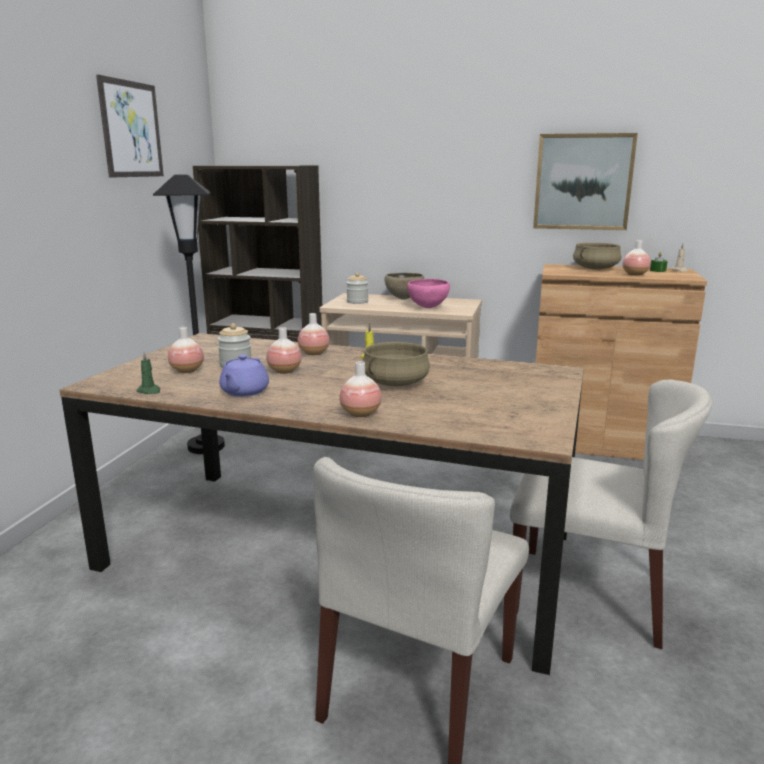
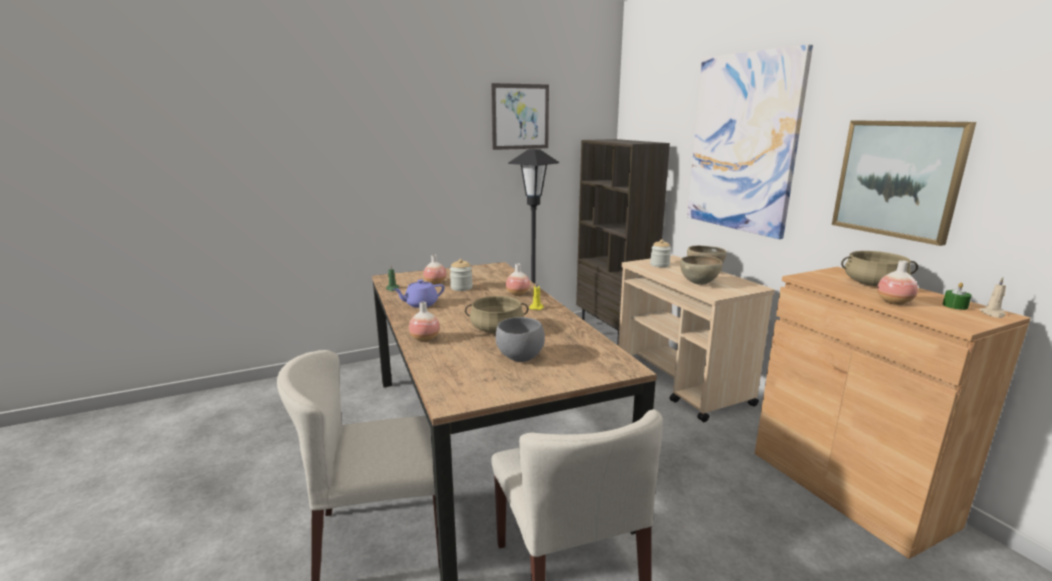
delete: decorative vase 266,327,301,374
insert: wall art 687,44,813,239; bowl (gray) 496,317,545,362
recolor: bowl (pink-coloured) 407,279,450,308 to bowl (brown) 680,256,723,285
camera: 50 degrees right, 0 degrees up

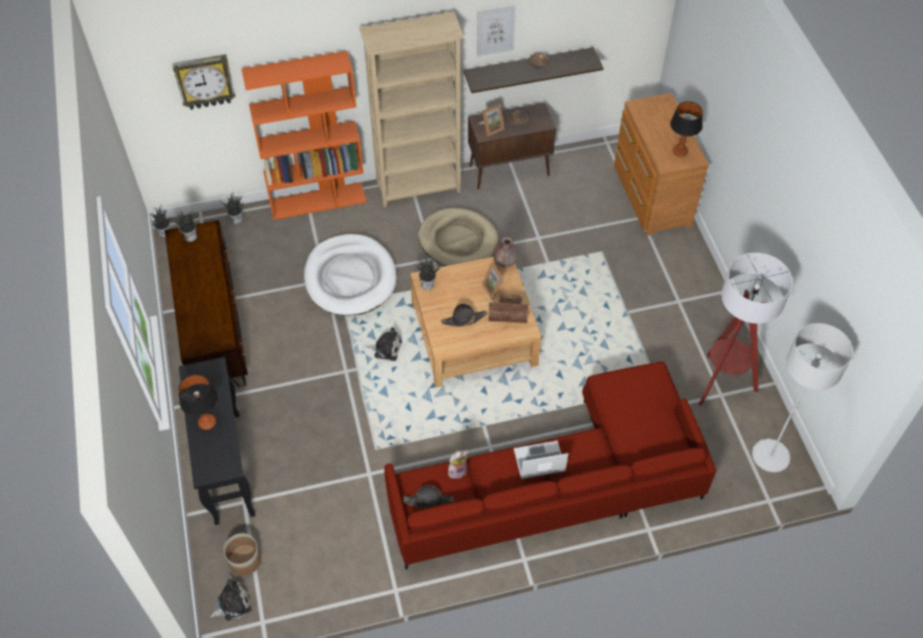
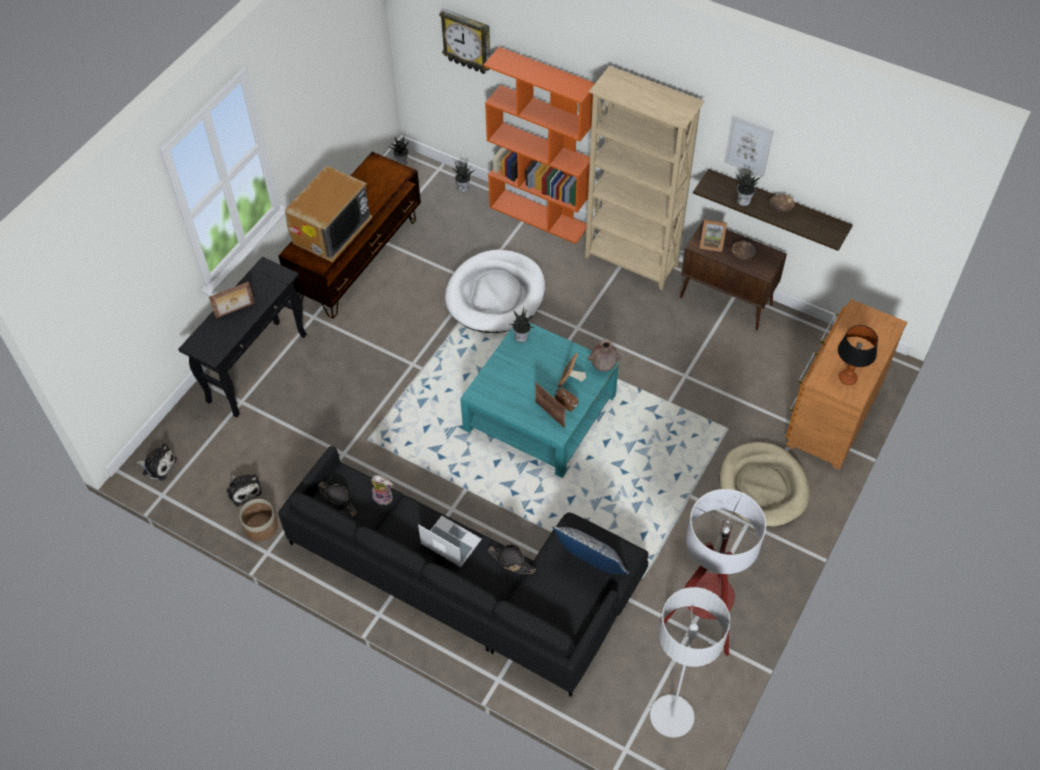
insert: television 285,166,372,262; pillow 552,526,629,575
move: pet bed (beige) 418,208,499,266 to 719,442,810,527; houseplant 171,209,197,242 to 735,170,761,206; clothing hat (blackish) 441,303,487,326 to 488,544,536,574; cuddly toy 366,327,402,361 to 226,474,262,507; planter 224,533,261,575 to 240,499,278,541
replace: table lamp 178,375,218,430 to photo frame 209,281,255,319
recolor: coffee table (beige) 410,257,541,388 to coffee table (turquoise) 460,323,619,478; settee (red-coloured) 384,361,716,569 to settee (blackish) 278,446,648,697
camera: 45 degrees right, 0 degrees up

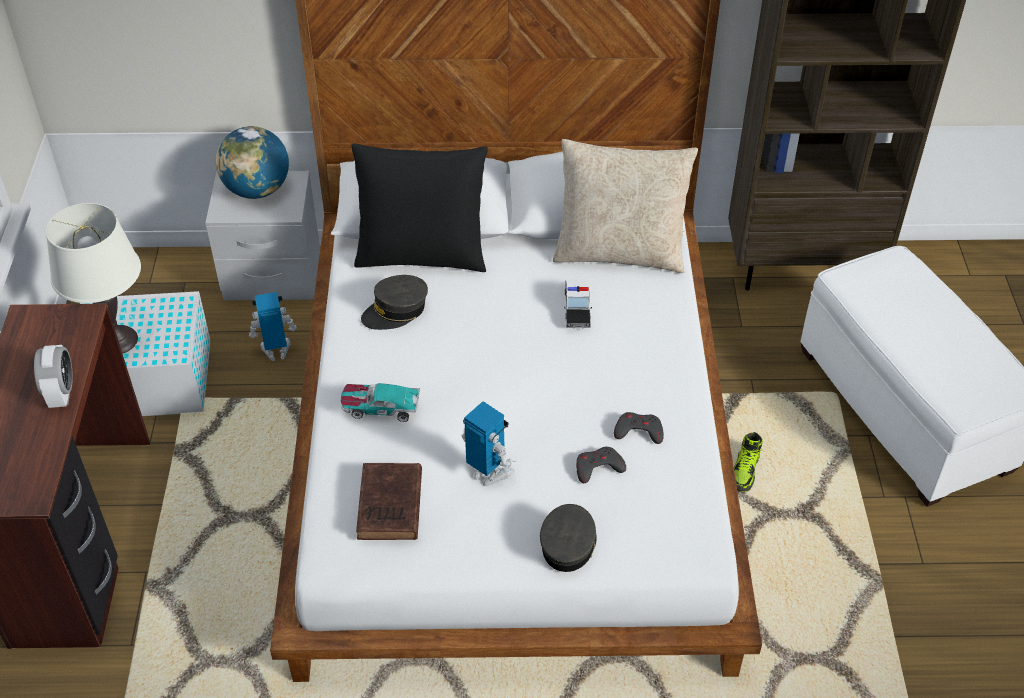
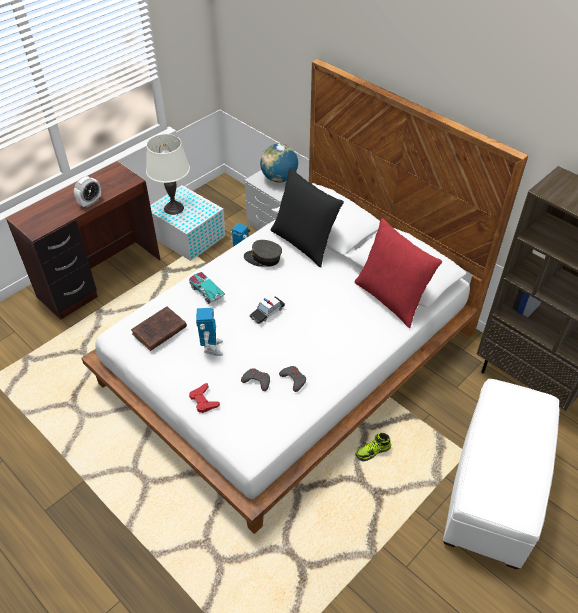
move: model car 564,279,592,329 to 249,294,285,325
replace: cap (gray) 540,504,596,572 to gamepad (red-coloured) 189,383,220,413
recolor: pillow (beige) 553,139,698,273 to pillow (red-coloured) 355,218,442,328
camera: 45 degrees right, 0 degrees up

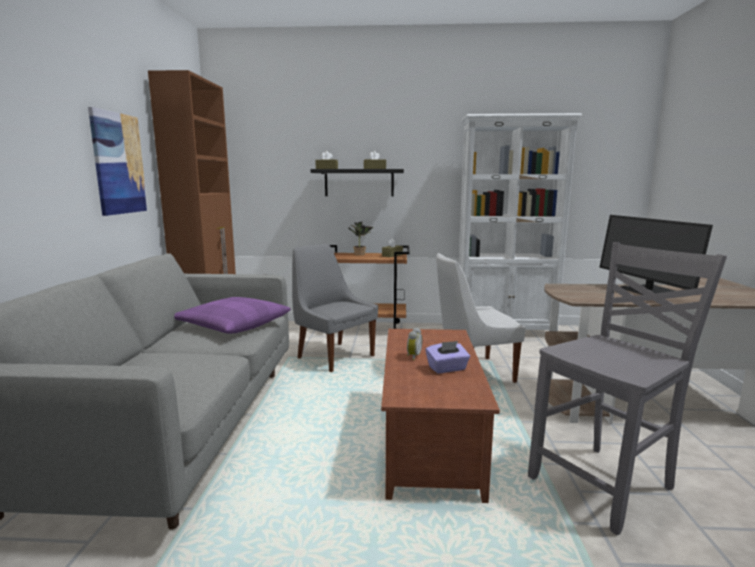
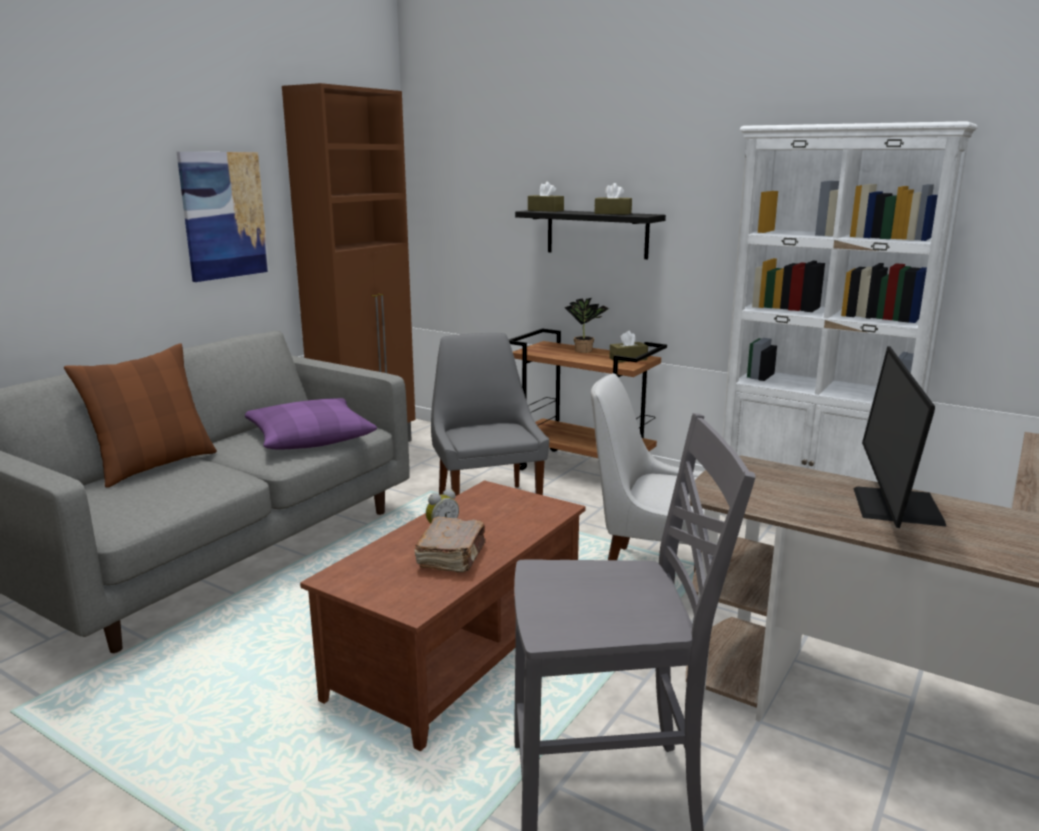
insert: pillow (brown) 64,343,217,488
replace: box of tissues (purplish) 426,341,470,374 to bound book (brown) 414,517,486,573
camera: 30 degrees right, 5 degrees up

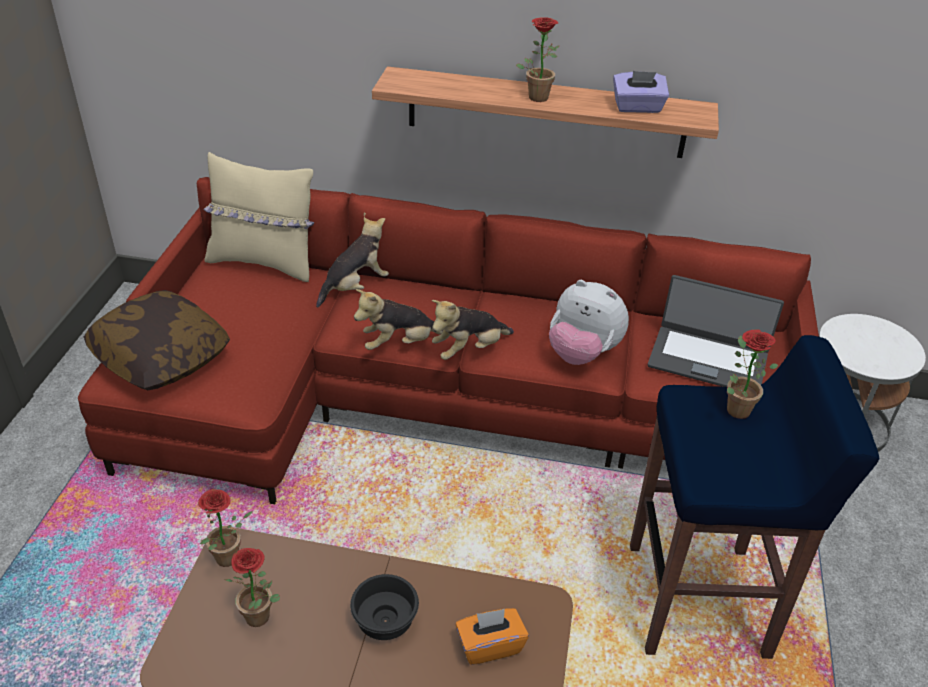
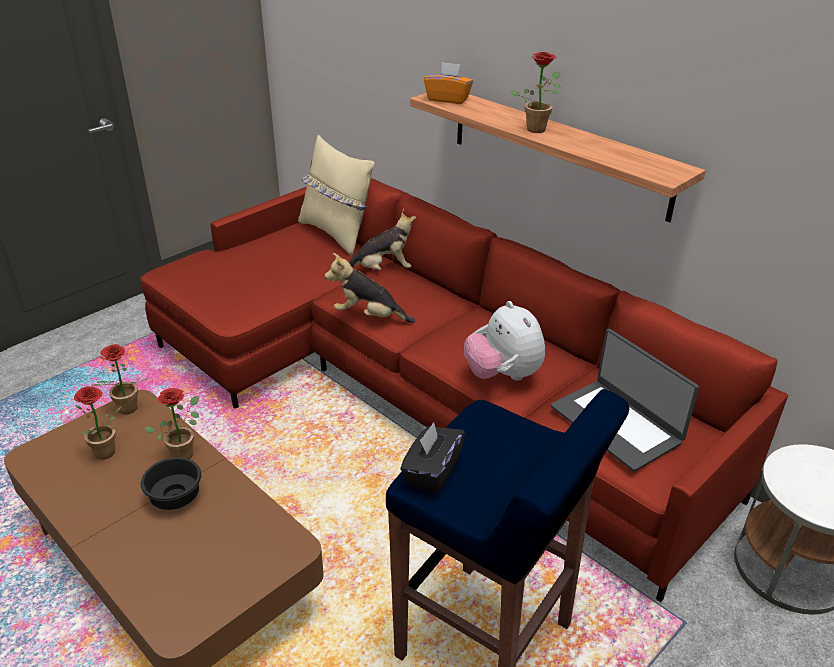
delete: box of tissues (purplish) 613,71,669,113; pillow 84,290,230,390; cuddly toy 432,300,514,360
insert: box of tissues (blackish) 400,422,465,494
move: houseplant 727,329,779,419 to 144,388,199,459; box of tissues (orange-coloured) 456,608,529,665 to 424,62,473,104
camera: 35 degrees right, 5 degrees down

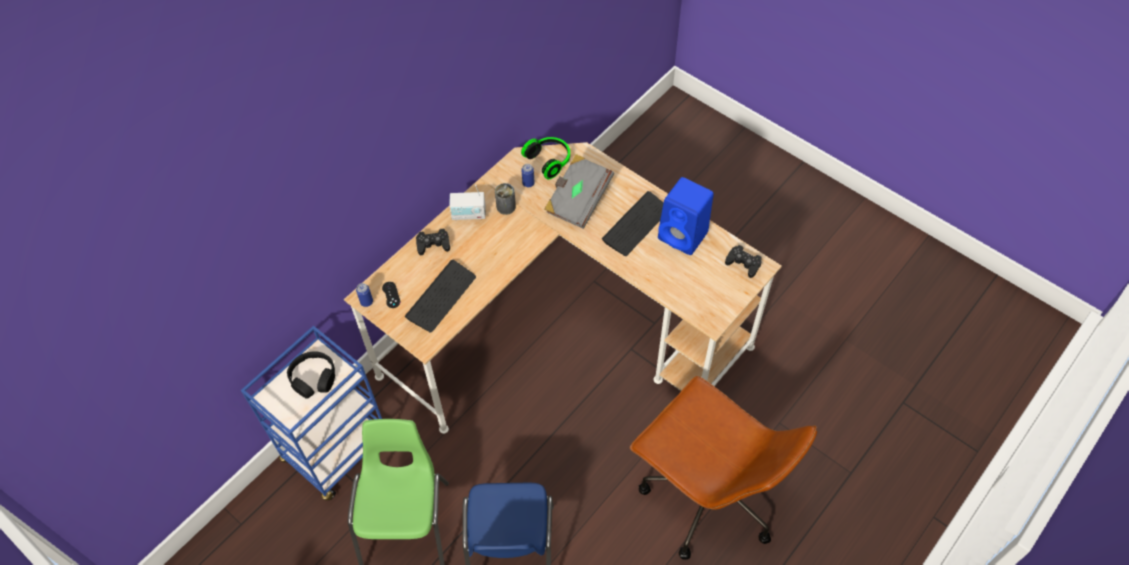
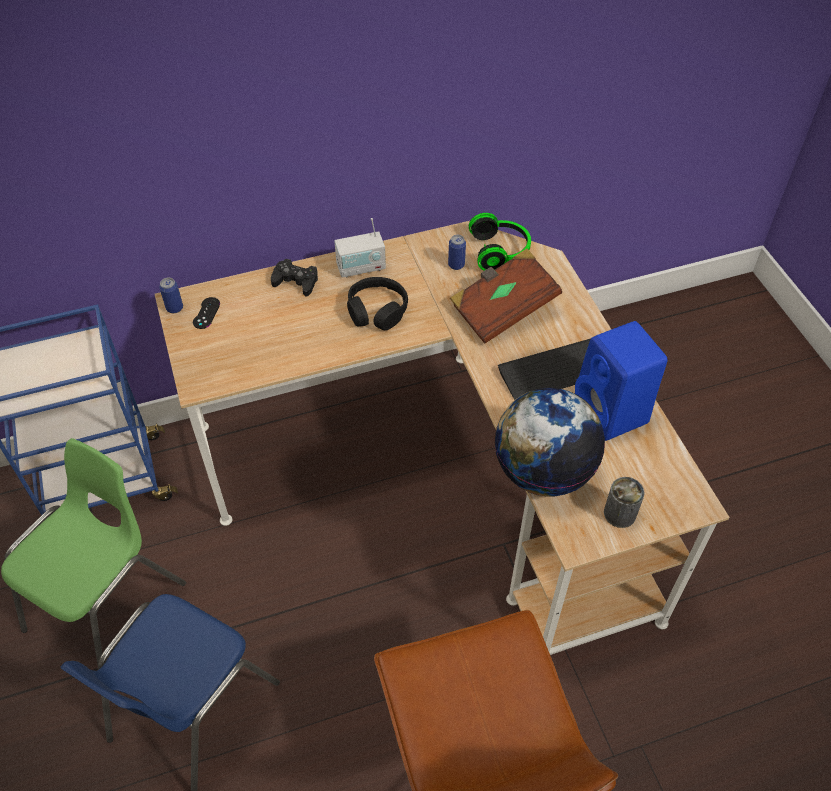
delete: gamepad (blackish) 725,245,762,278; computer keyboard 405,260,476,333
insert: world globe 495,388,605,497
move: sealed can 495,183,516,215 to 604,477,645,528; headphones (blackish) 287,351,335,399 to 347,277,408,330
recolor: bound book (gray) 544,154,614,229 to bound book (brown) 450,248,562,344
rotate: radio receiver 449,185,486,220 = 334,218,386,278 45 degrees counterclockwise
camera: 30 degrees right, 5 degrees down

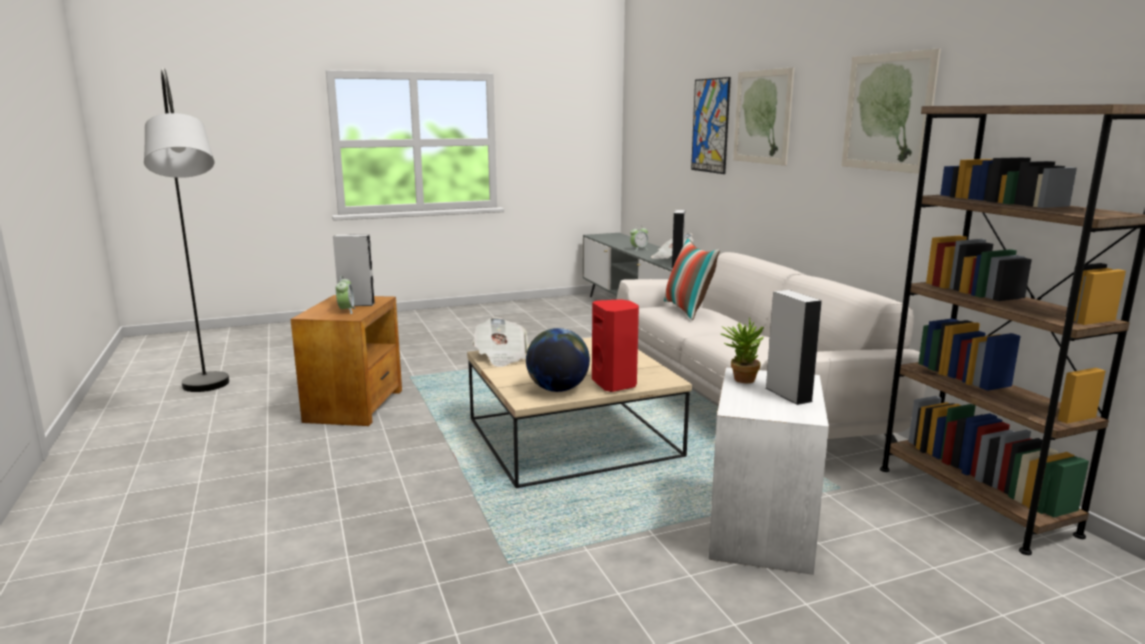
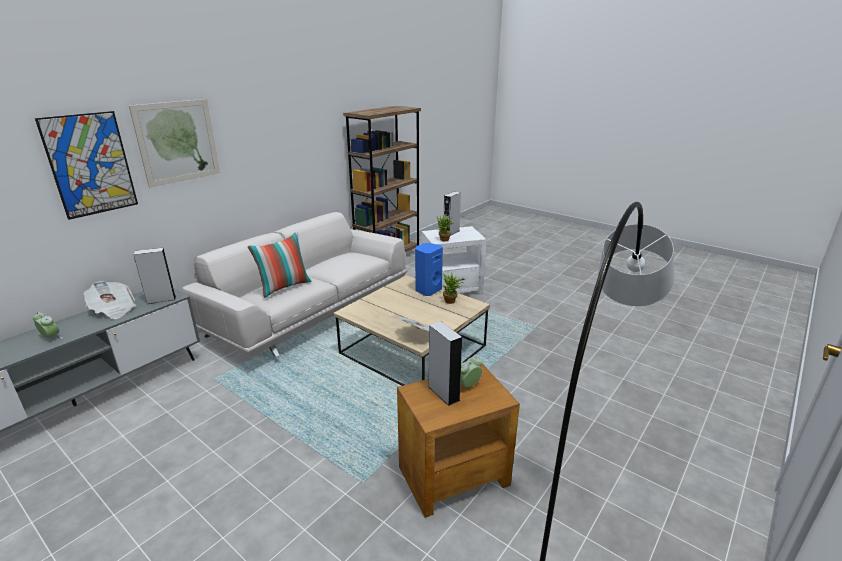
delete: wall art 841,48,941,174
replace: world globe 526,328,590,392 to houseplant 443,272,463,304
recolor: loudspeaker (red-coloured) 592,299,639,392 to loudspeaker (blue-coloured) 415,243,443,296
camera: 120 degrees left, 10 degrees up

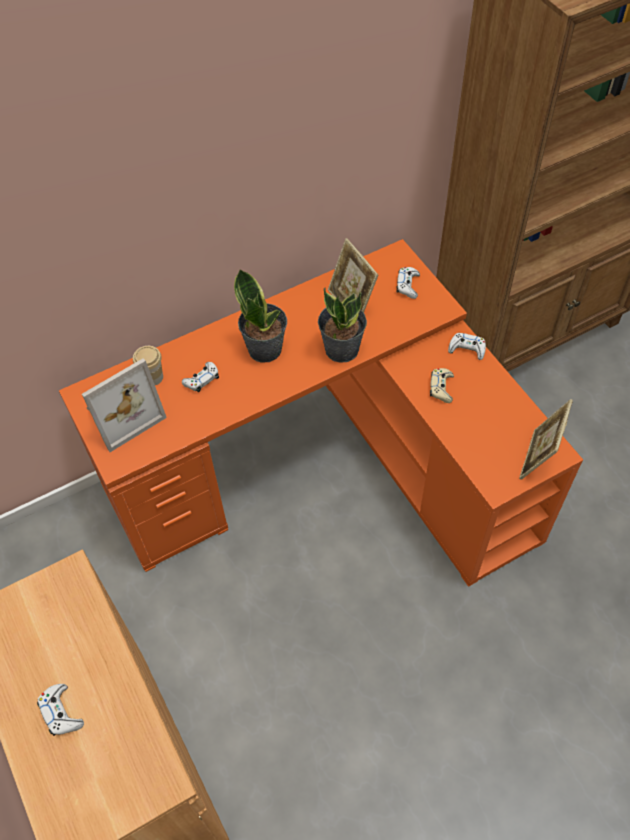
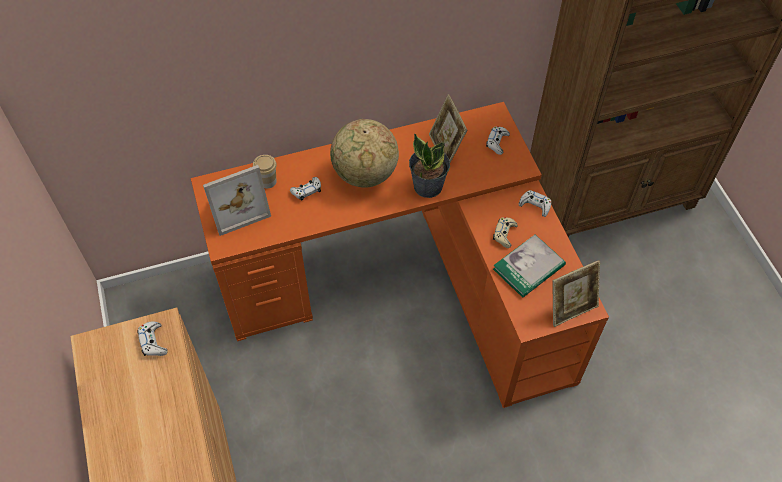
insert: bound book 493,235,566,298
move: gamepad (white) 37,684,84,736 to 137,321,168,356
replace: houseplant 234,269,287,363 to world globe 330,119,399,187
rotate: photo frame 519,399,573,480 = 552,260,600,327 150 degrees counterclockwise
camera: 10 degrees right, 0 degrees up

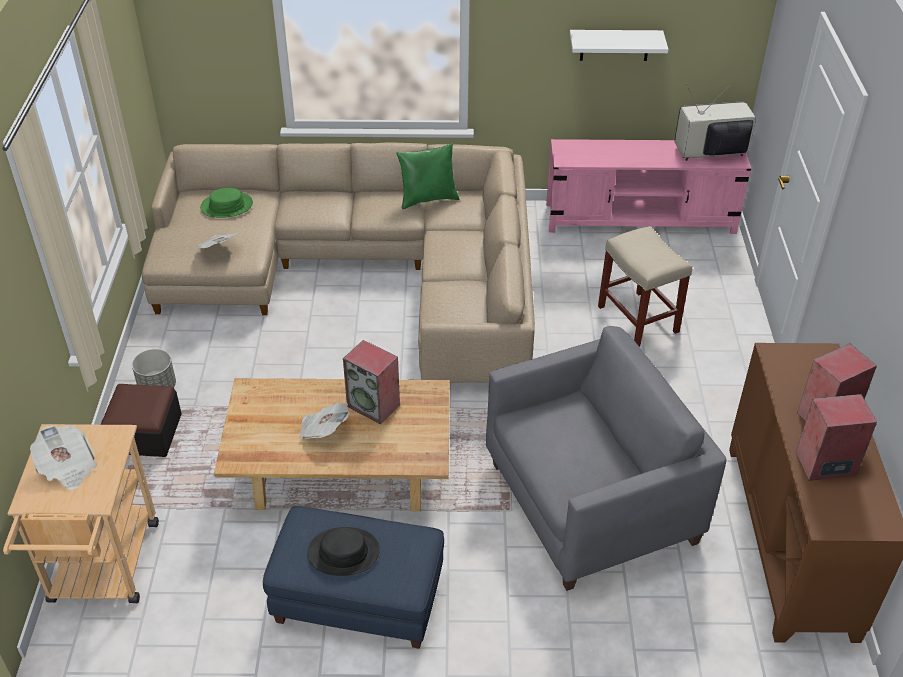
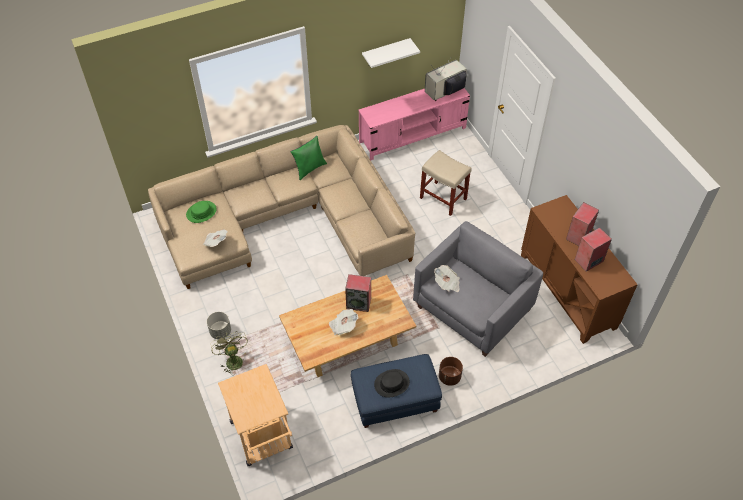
insert: planter (brown) 439,357,463,386
move: printed paper 30,425,97,490 to 434,265,460,292
replace: ottoman 100,384,182,457 to electric fan (green) 210,332,248,375
camera: 25 degrees left, 10 degrees up

